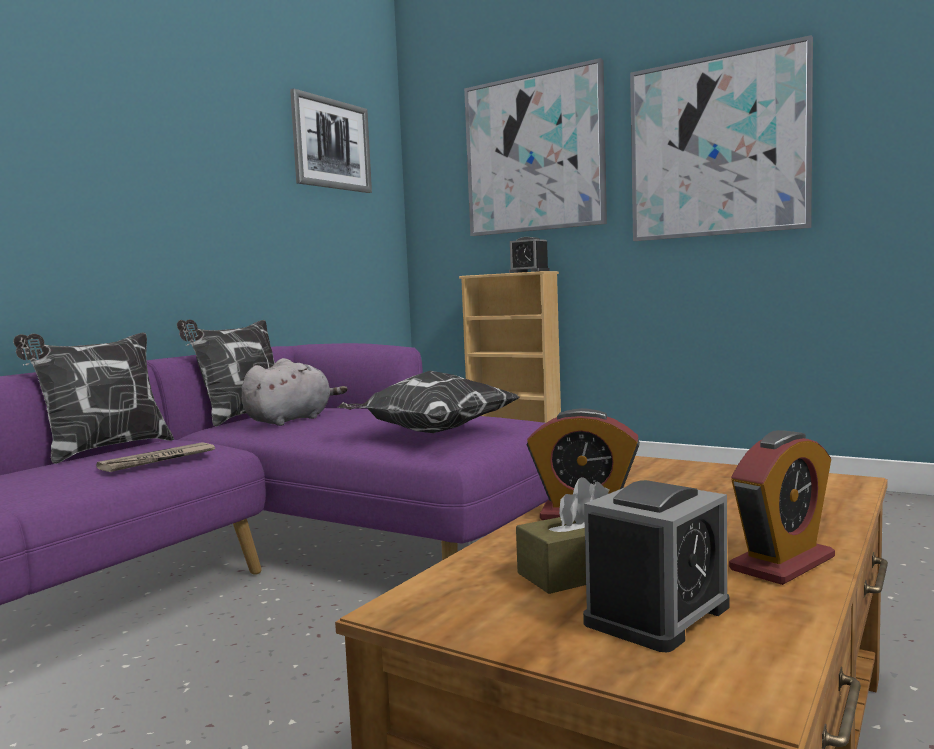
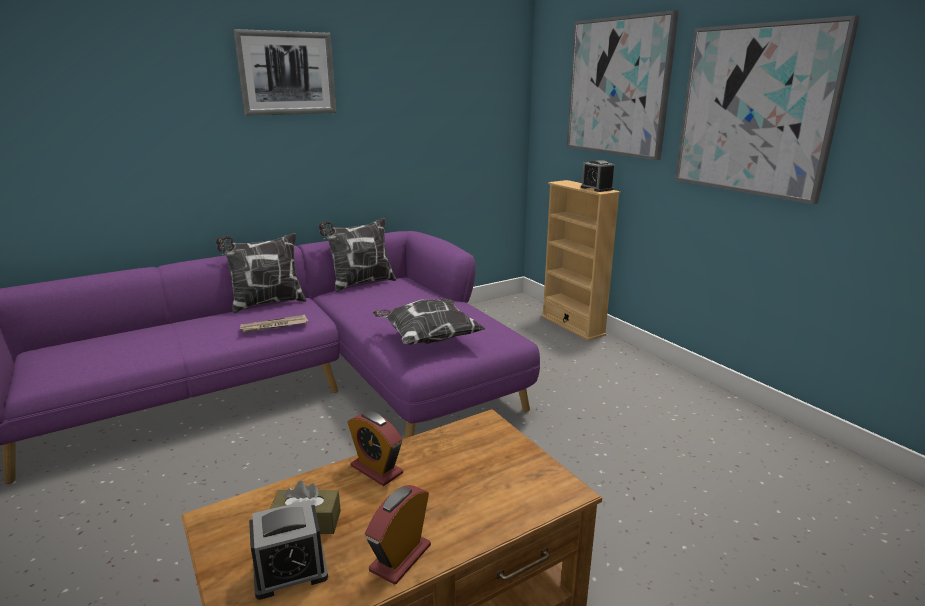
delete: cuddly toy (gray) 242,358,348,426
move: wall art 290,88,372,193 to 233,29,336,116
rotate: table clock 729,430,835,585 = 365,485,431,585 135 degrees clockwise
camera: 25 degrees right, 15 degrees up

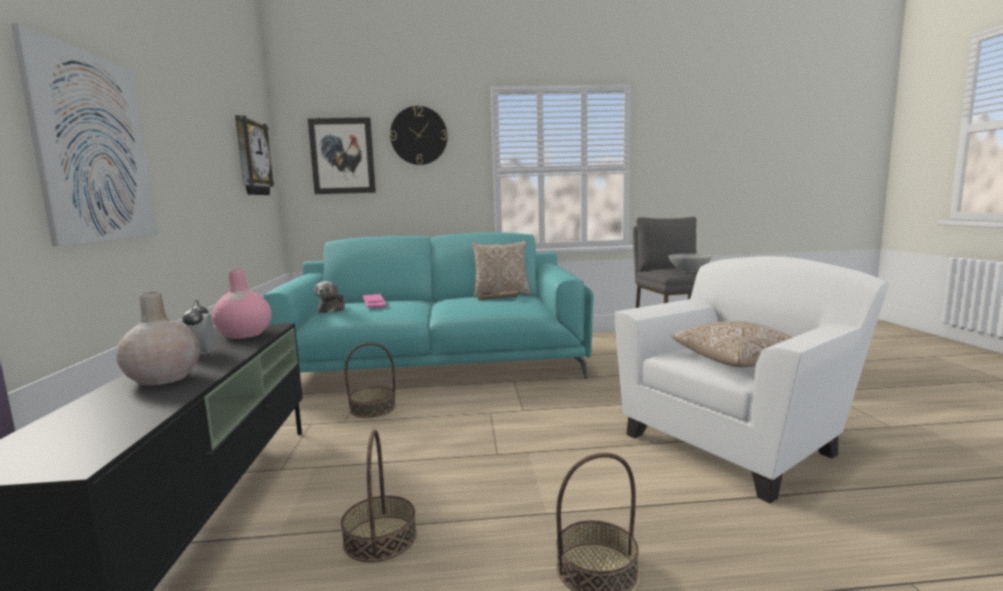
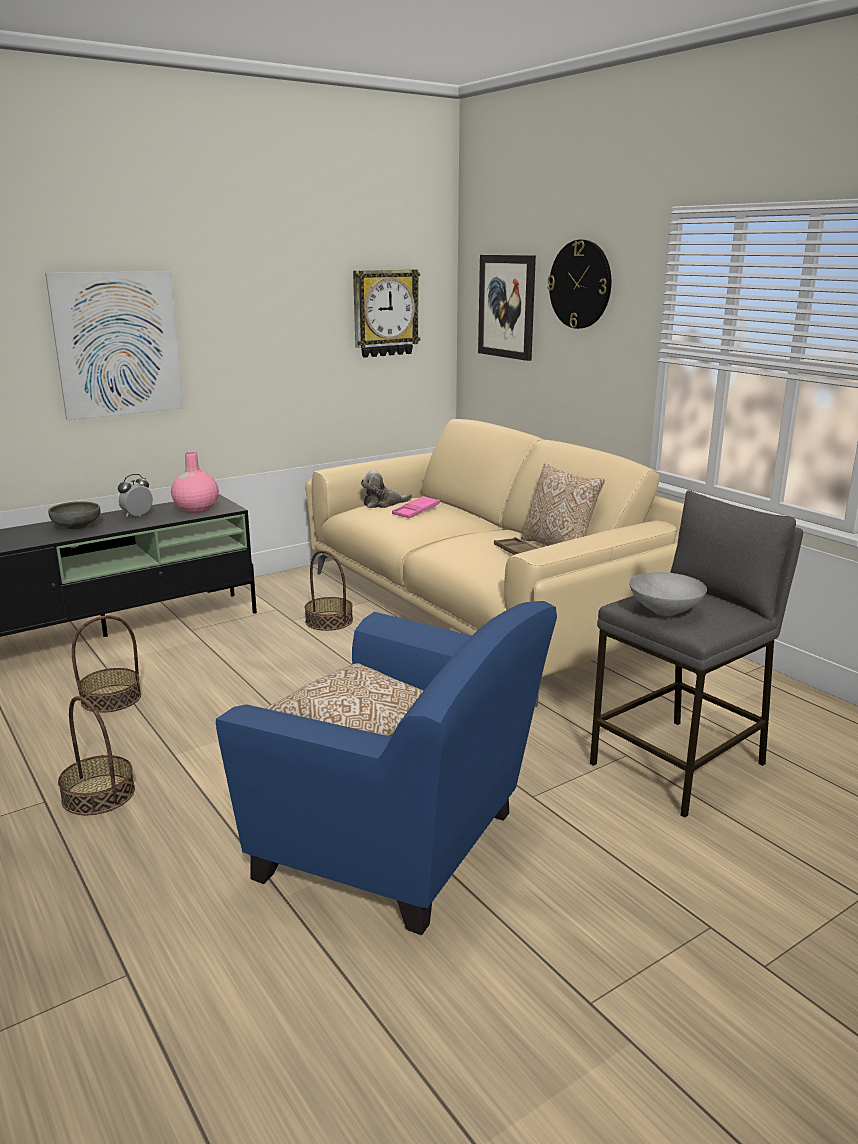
replace: decorative vase (beige) 116,292,200,385 to bowl (gray) 48,501,100,529
recolor: settee (turquoise) 262,232,594,379 to settee (beige) 305,419,684,707; armchair (white) 615,256,889,503 to armchair (blue-coloured) 216,601,557,935
camera: 60 degrees right, 10 degrees up

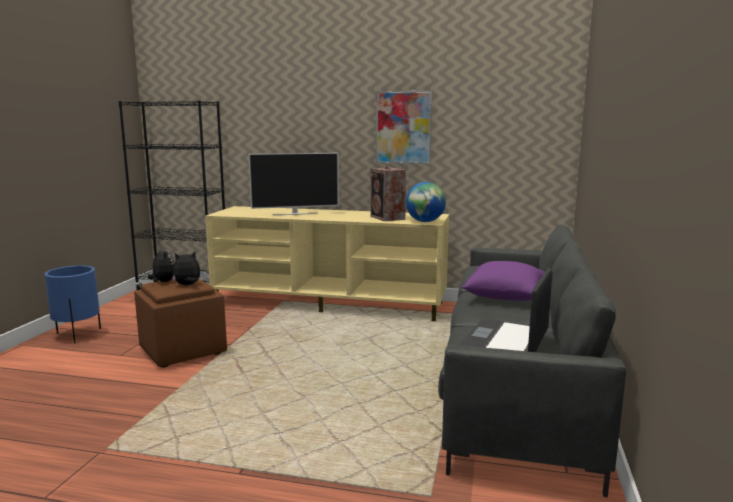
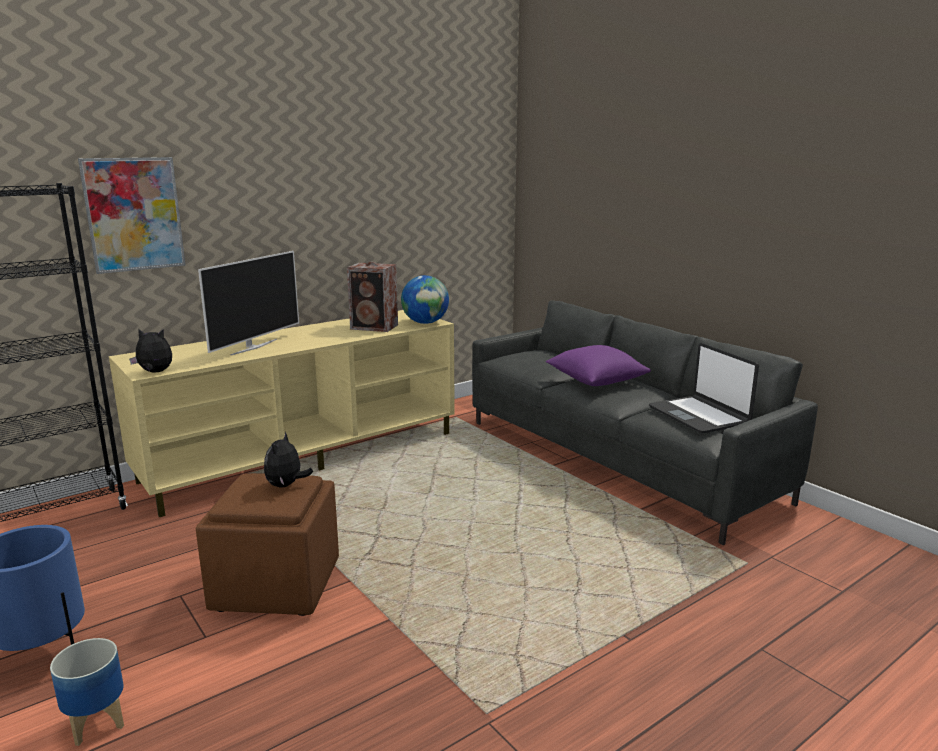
insert: planter 50,638,124,746
move: wall art 376,91,432,164 to 78,157,186,274; cuddly toy 148,247,175,282 to 129,328,172,373
camera: 50 degrees left, 5 degrees up

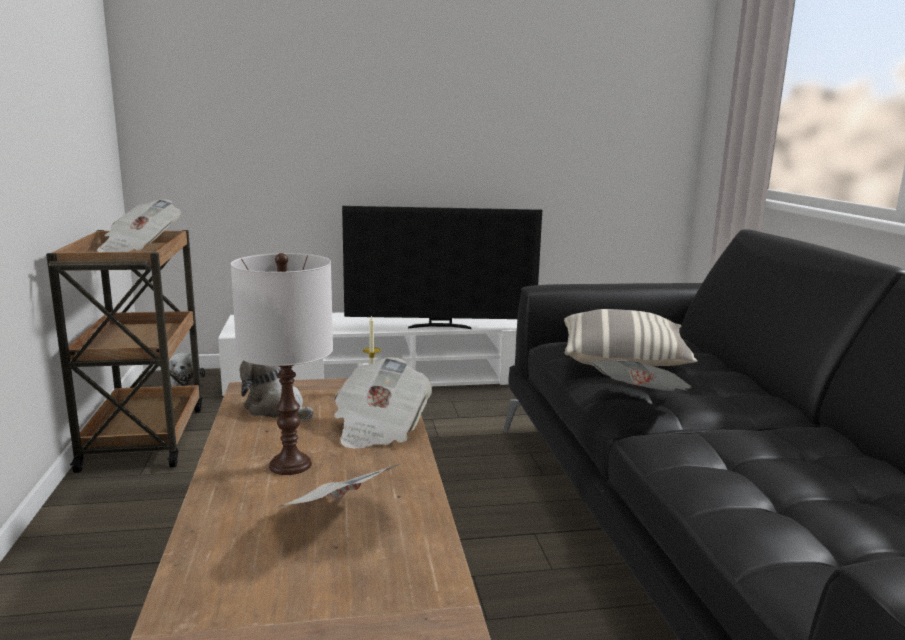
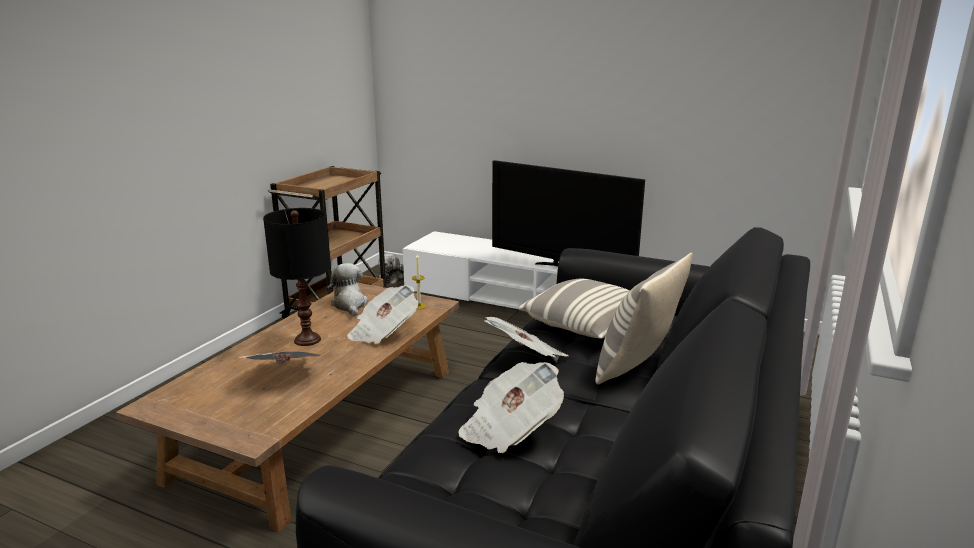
insert: pillow 595,253,693,384
move: printed paper 97,199,181,252 to 458,362,564,453
recolor: table lamp (white) 231,253,333,475 to table lamp (blackish) 263,208,330,346
camera: 35 degrees right, 5 degrees up

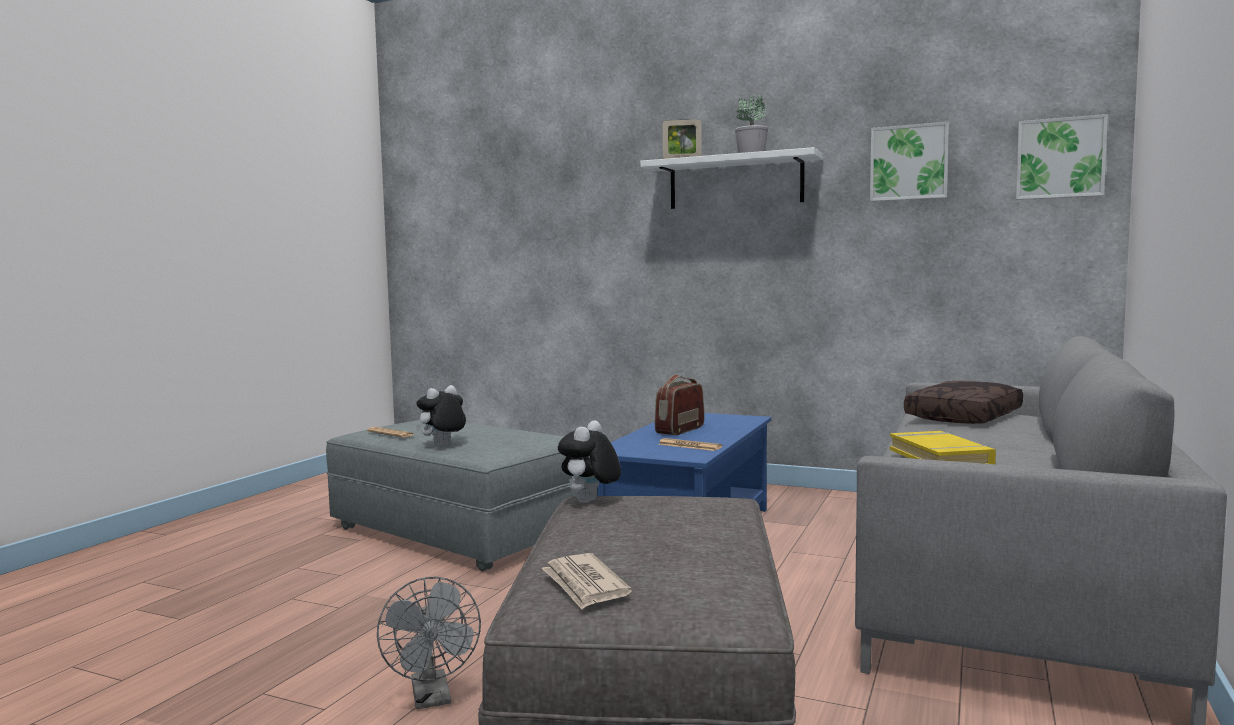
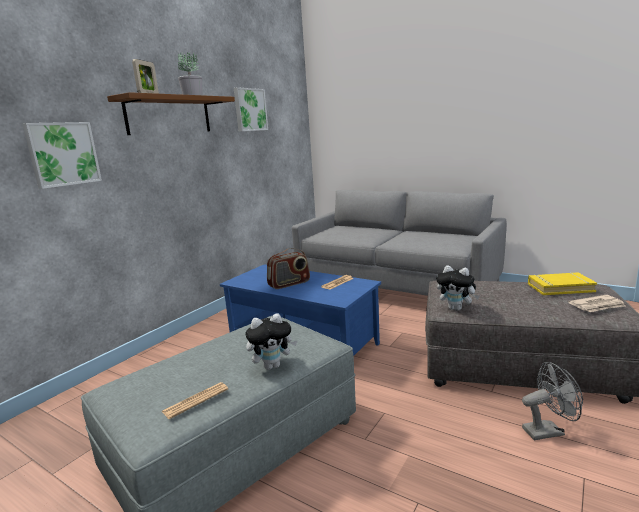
delete: pillow (brown) 904,381,1023,424
move: wall art 1016,114,1108,200 to 22,122,102,189; bound book (yellowish) 890,431,996,464 to 528,272,597,295
recolor: bracket shelf (white) 640,147,822,209 to bracket shelf (brown) 107,92,235,135
rotate: radio receiver 655,374,705,435 = 267,248,310,289 75 degrees counterclockwise; cuddly toy 415,385,466,446 = 245,313,297,370 75 degrees counterclockwise
camera: 80 degrees left, 10 degrees up

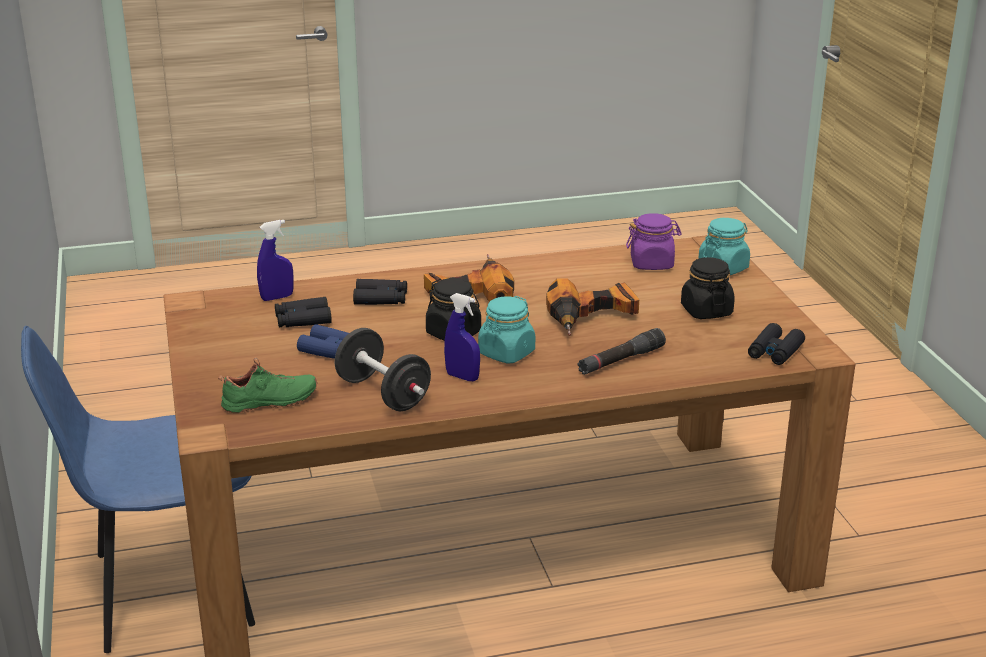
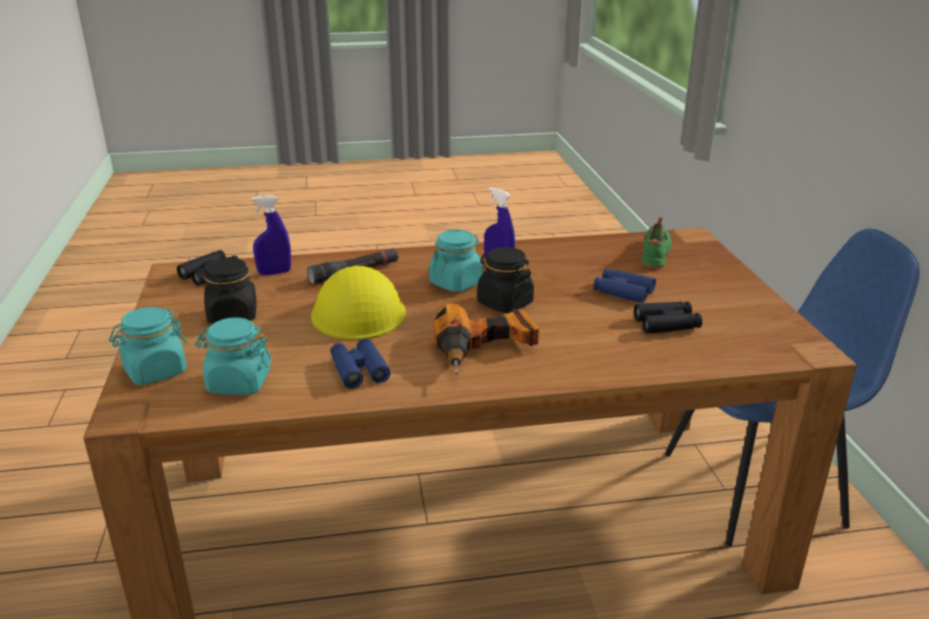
delete: binoculars (blackish) 353,279,407,305; dumbbell (blackish) 335,328,431,411
insert: binoculars (blue-coloured) 331,338,391,389
move: spray bottle (blue-coloured) 257,220,293,301 to 251,195,291,275
replace: power drill 546,278,639,336 to work helmet (yellowish) 311,266,406,340
recolor: jar (purplish) 626,213,682,270 to jar (turquoise) 195,317,272,395
rotate: shoe (green) 218,358,317,413 = 641,217,672,268 120 degrees clockwise
camera: 175 degrees left, 0 degrees up

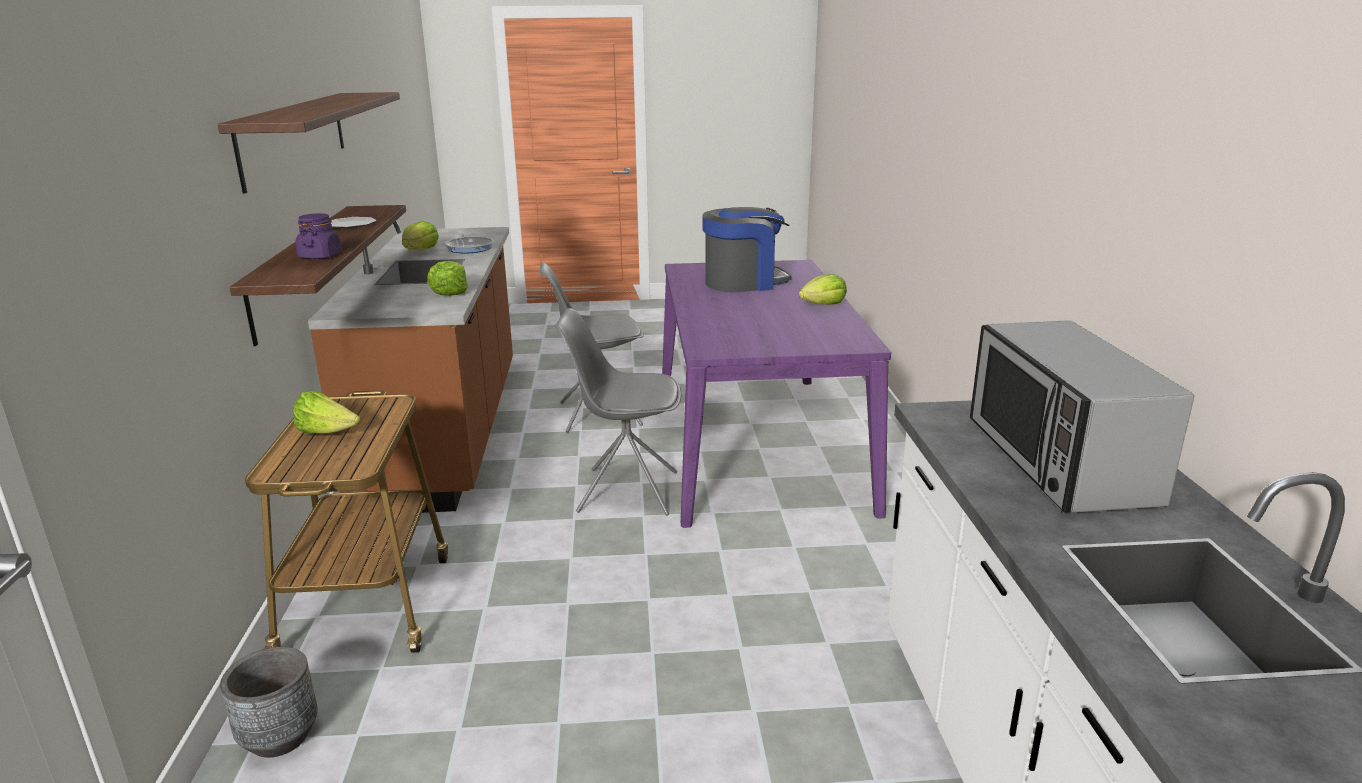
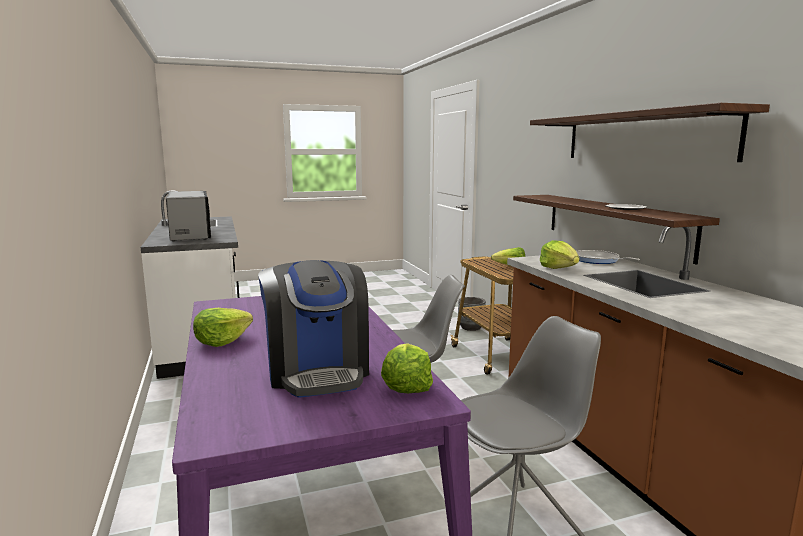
delete: jar (purplish) 295,213,342,259
move: head of lettuce 402,221,439,250 to 381,343,433,393; skillet 445,231,494,253 to 576,250,640,264
rotate: coffee brewer 703,207,792,292 = 258,260,369,398 75 degrees counterclockwise
camera: 165 degrees right, 10 degrees down

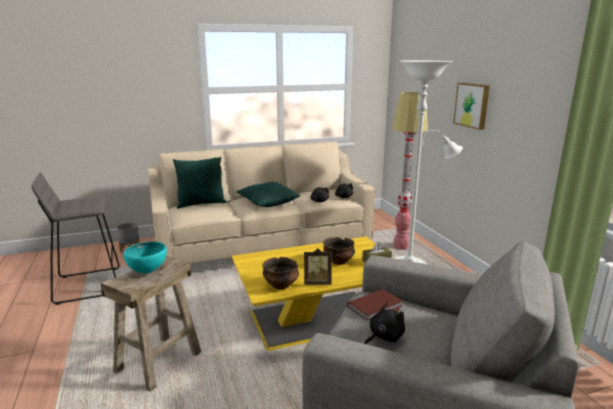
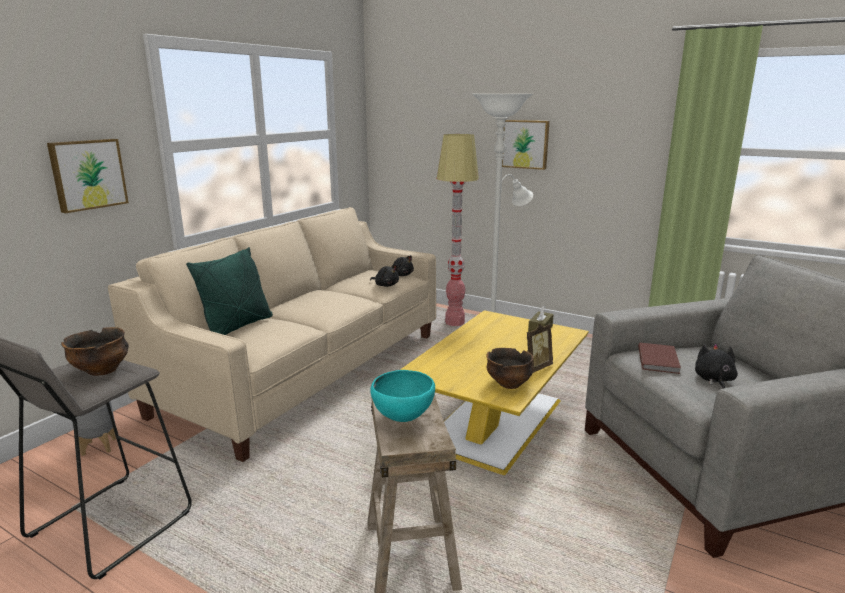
delete: pillow (green) 236,182,300,207
insert: wall art 47,139,129,213
move: bowl 323,237,355,265 to 61,327,129,376
camera: 40 degrees left, 0 degrees up

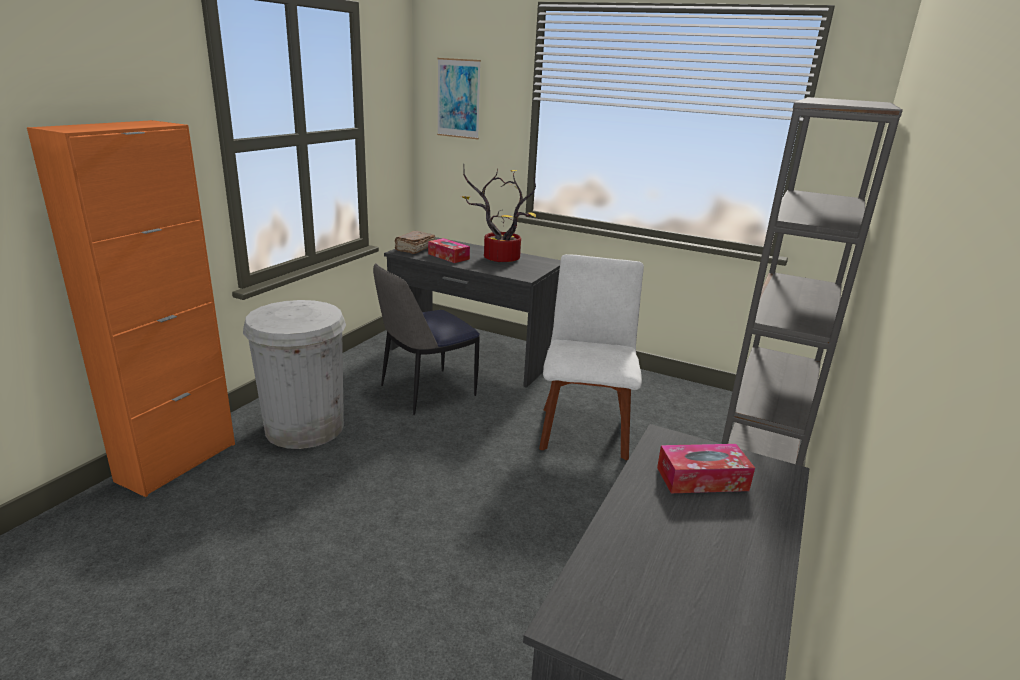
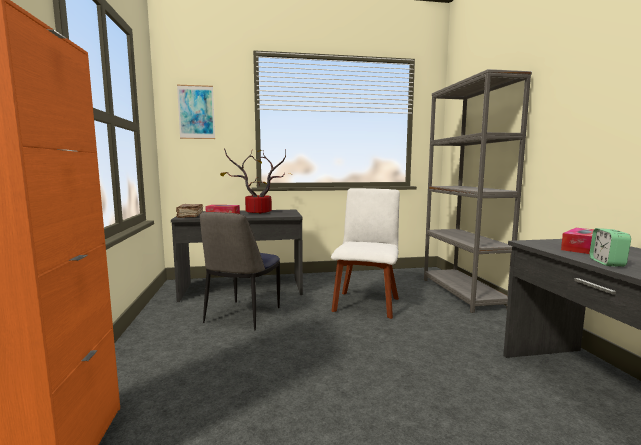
delete: trash can (white) 243,300,346,449
insert: table clock 589,228,631,267
rotate: plain chair (white) 539,254,644,460 = 331,188,400,319 45 degrees clockwise
camera: 35 degrees left, 15 degrees down

